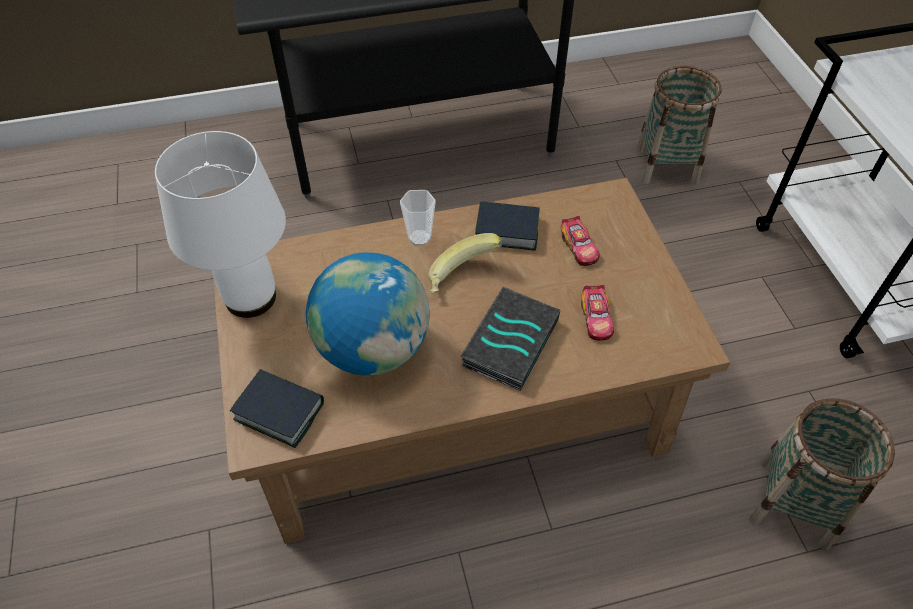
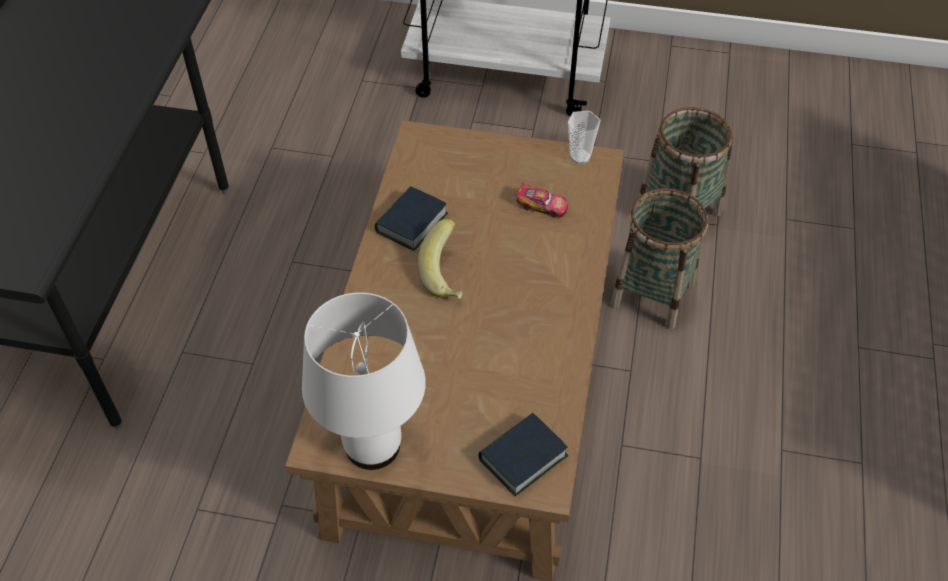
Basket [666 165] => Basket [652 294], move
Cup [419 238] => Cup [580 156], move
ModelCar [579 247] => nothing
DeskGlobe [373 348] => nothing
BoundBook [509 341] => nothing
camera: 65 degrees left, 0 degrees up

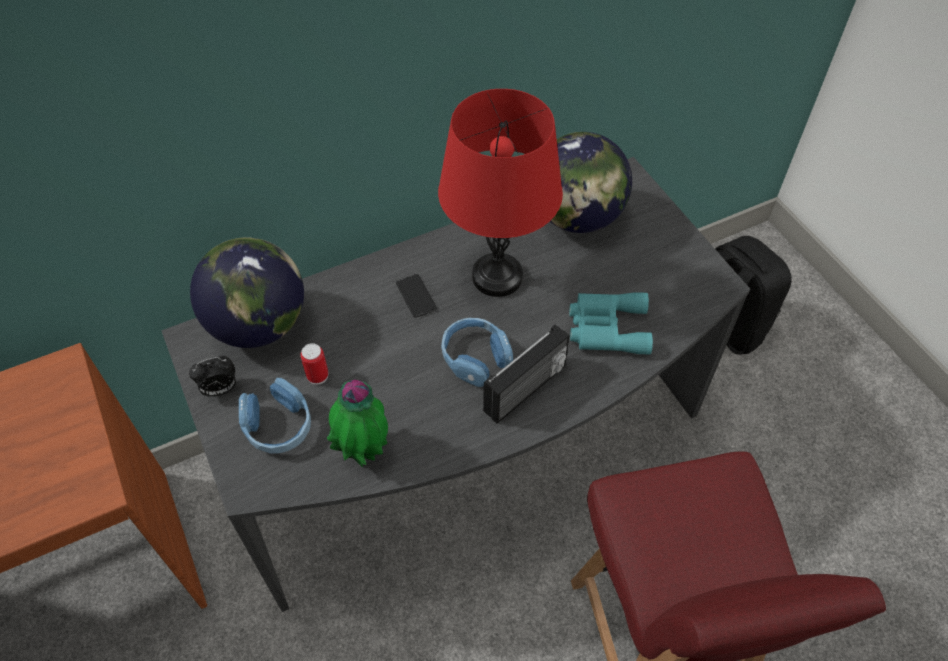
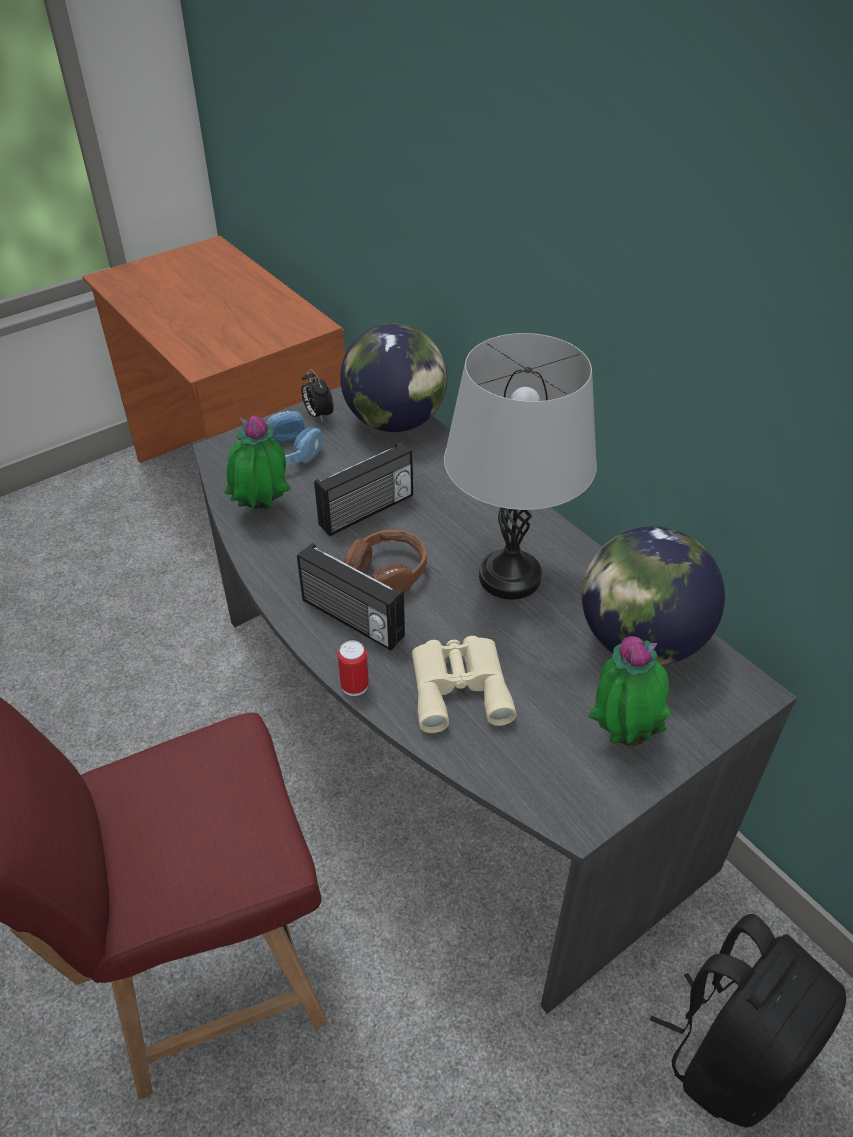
RedLampForATable [497 277] => GreyLampForATable [509 577]
Phone [416 296] => nothing
TurquoisePairOfBinoculars [606 327] => BeigePairOfBinoculars [459 686]
BlueColouredPairOfHeadphones [475 357] => BrownishPairOfHeadphones [387 573]
Can [317 375] => Can [354 685], move
nothing => RadioReceiver [368 511]
nothing => PottedPlant [622 734]
camera: 80 degrees right, 10 degrees down

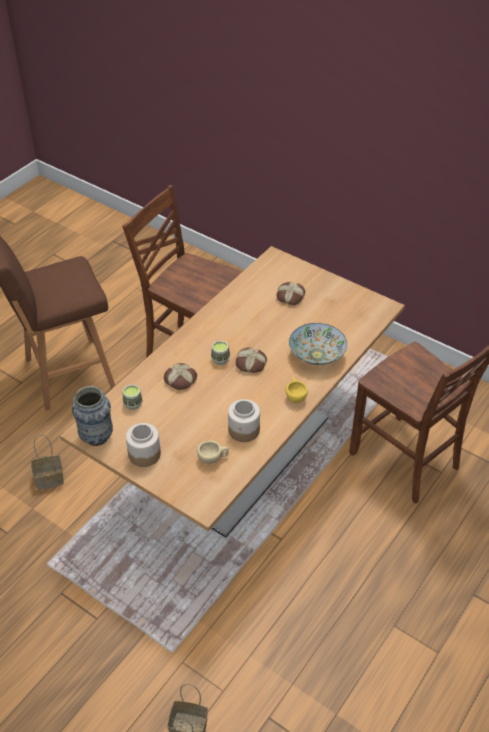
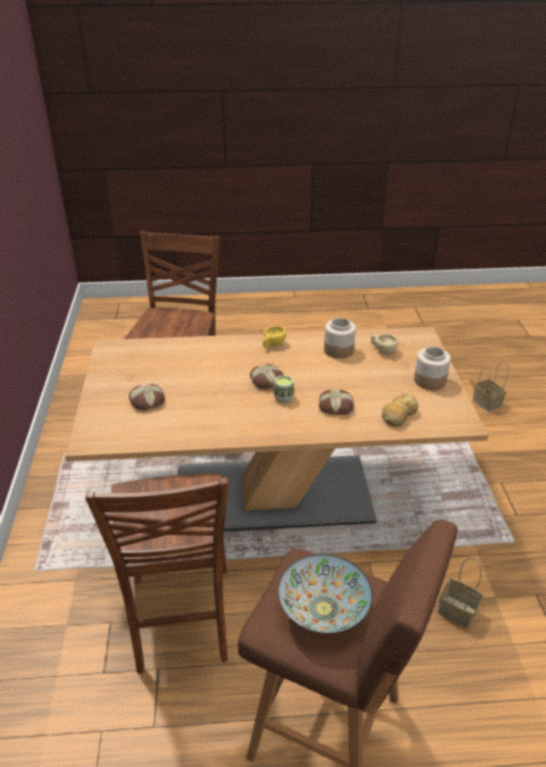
ServingBowl [317 355] => ServingBowl [324 608], move
Cup [133 404] => BakedBread [398 415]
FlowerVase [96 437] => nothing
camera: 130 degrees left, 10 degrees down

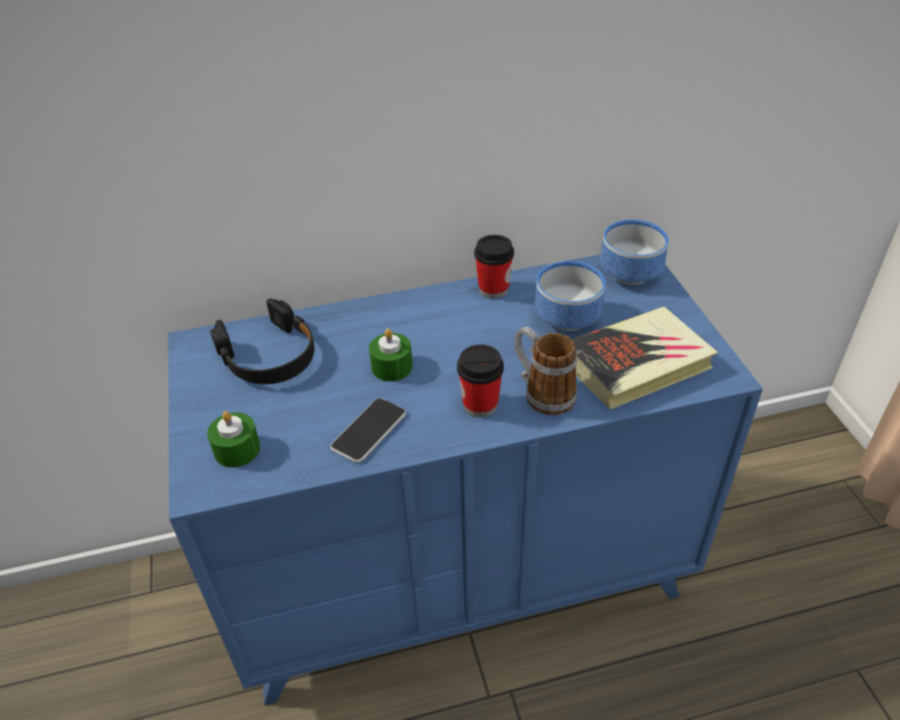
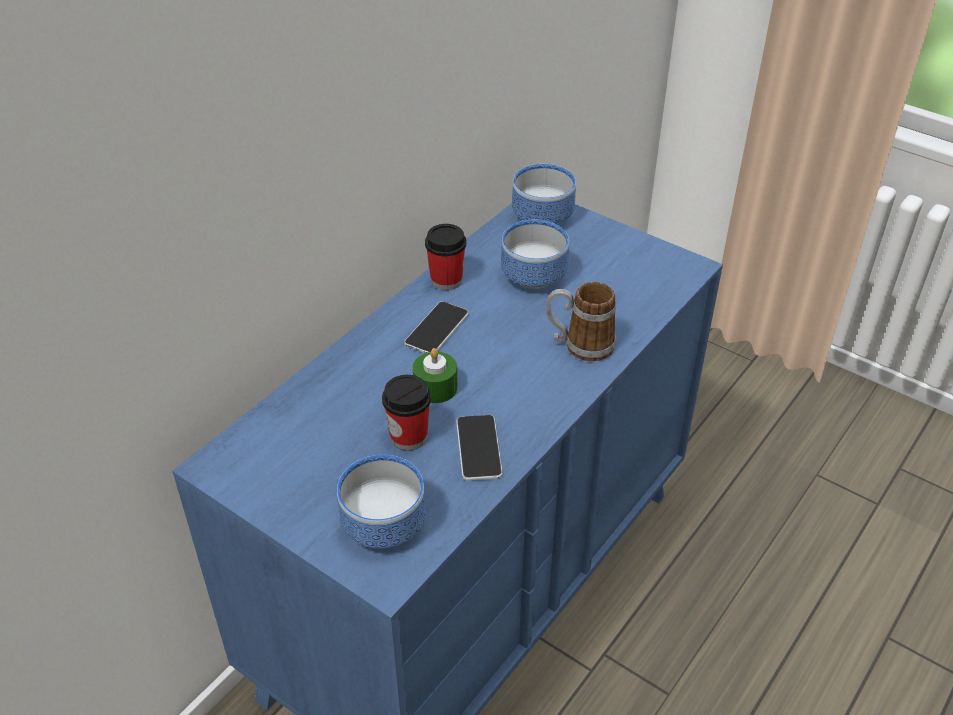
BlackColouredPairOfHeadphones [269 356] => nothing
BoundBook [637 363] => nothing
Cup [480 404] => Cup [408 437], move
GreenColouredWaxLight [237 449] => ServingBowl [381 528]
nothing => Phone [437 329]
camera: 40 degrees left, 0 degrees up

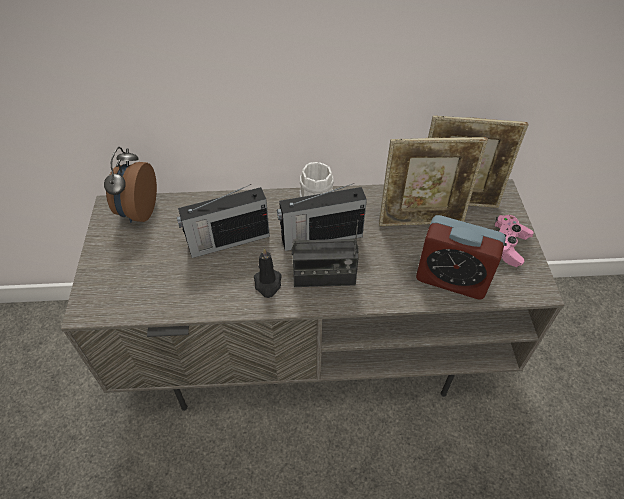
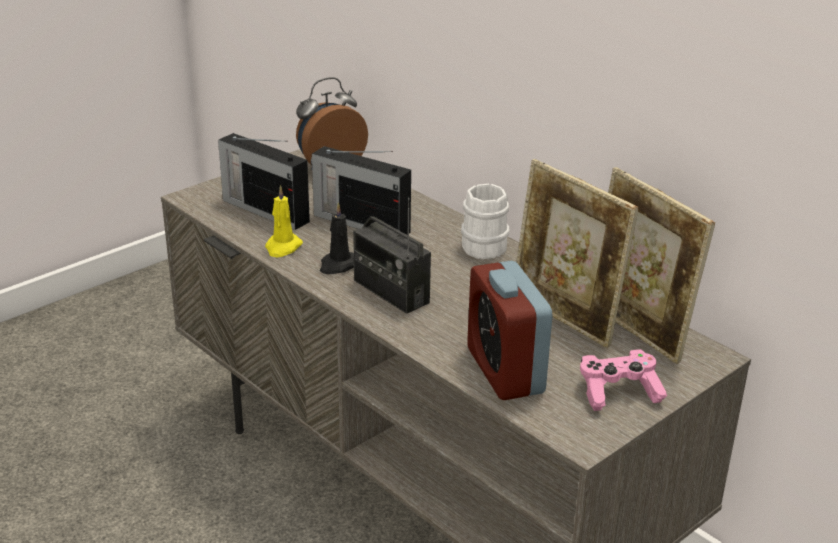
RadioReceiver [320 237] => RadioReceiver [264 210], move
nothing => YellowColouredWaxLight [282 247]
camera: 50 degrees right, 20 degrees down

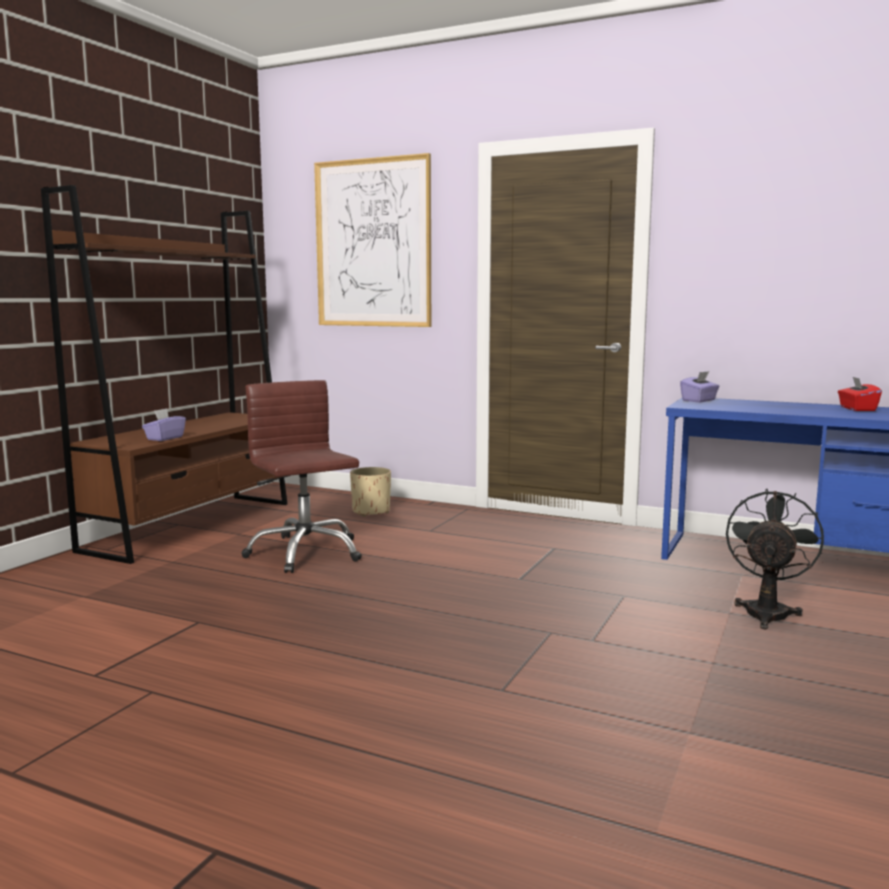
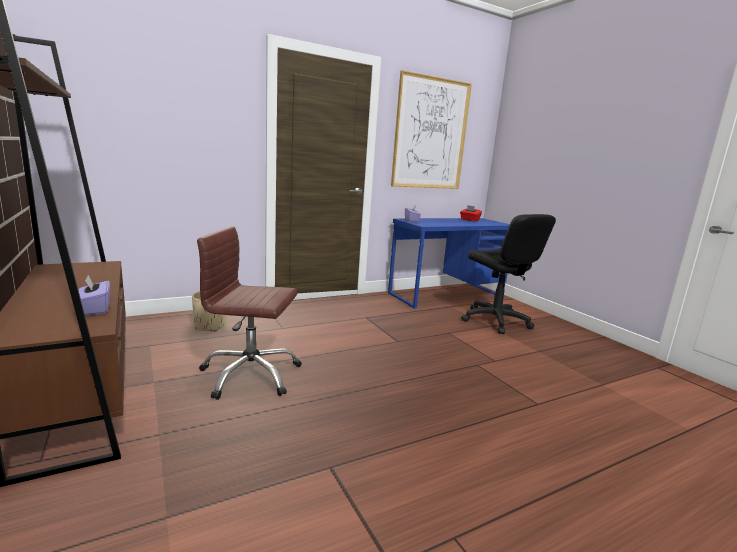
WallArt [373 243] => WallArt [430 134], move
BlackColouredElectricFan [767 611] => BlackColouredOfficeChair [495 321]
camera: 55 degrees left, 5 degrees up

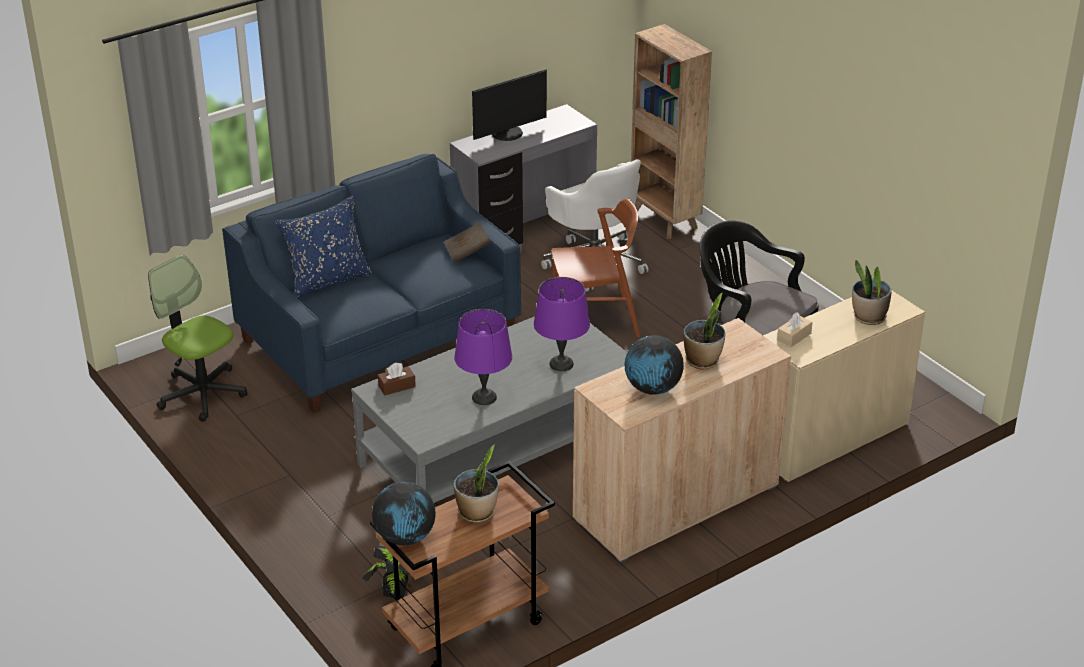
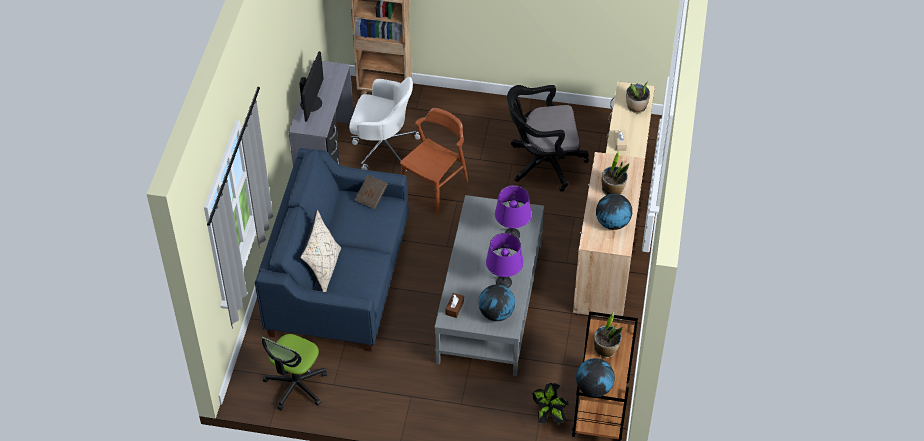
BlueColouredCushion [327 280] => BeigeCushion [323 269]
OfficeChair [202 393] => OfficeChair [296 386], 60 degrees counterclockwise
nothing => DeskGlobe [496 314]
camera: 45 degrees left, 15 degrees up

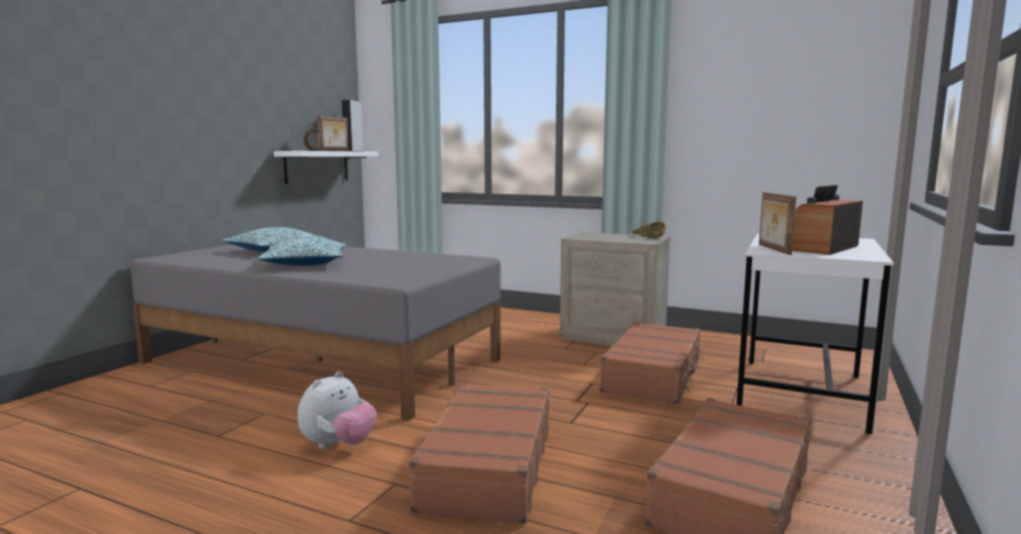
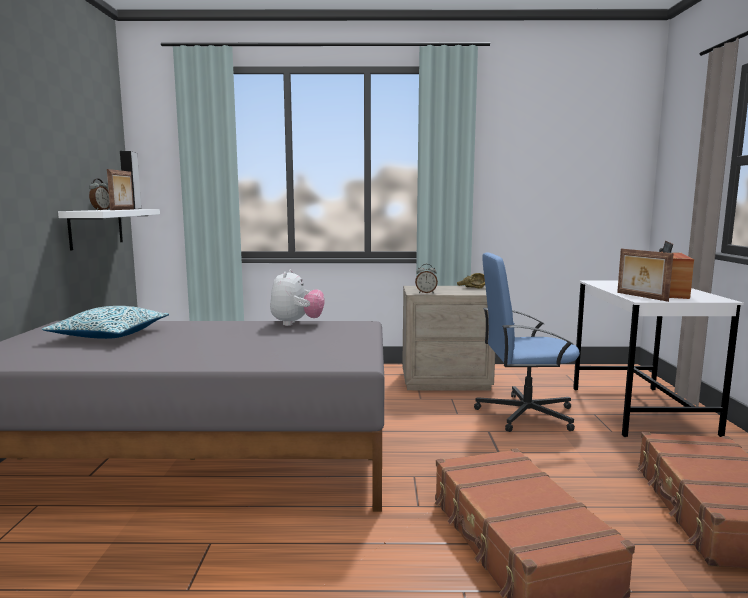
Cushion [305 264] => nothing
BrownishTravelCase [654 375] => BlueColouredOfficeChair [524 414]
CuddlyToy [338 445] => CuddlyToy [296 323], move
nothing => TableClock [426 292]
camera: 25 degrees left, 0 degrees up

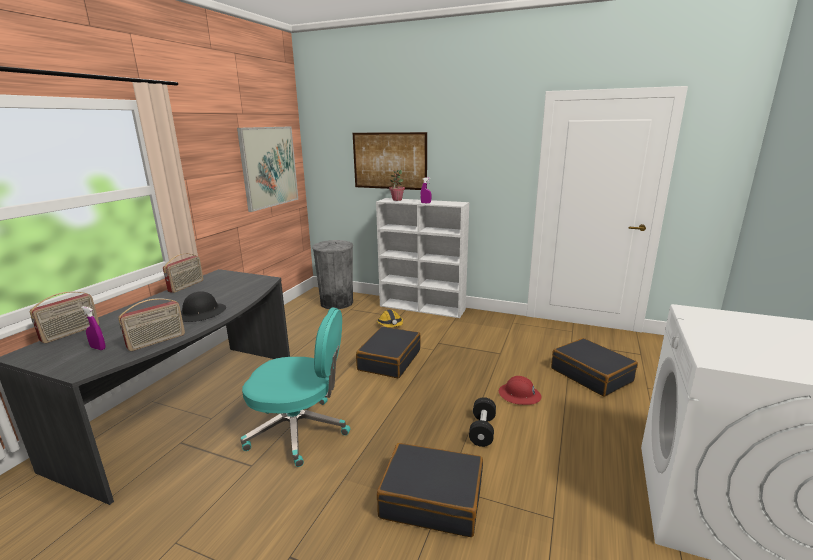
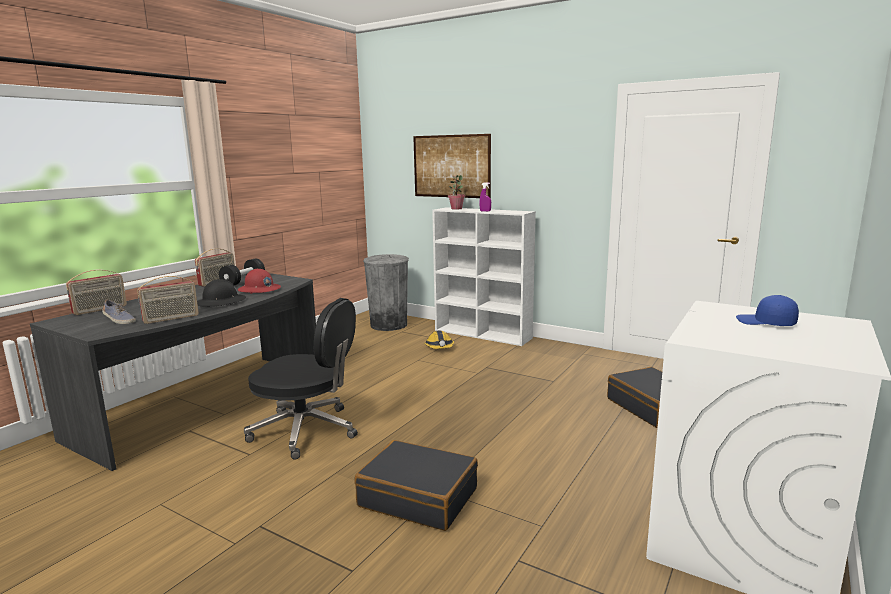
WallArt [269 167] => nothing
PurpleSprayer [98 348] => ItemOfFootwear [119 320]
TurquoiseOfficeChair [300 430] => BlackColouredOfficeChair [307 431]
BlackColouredTravelCase [389 360] => nothing
RedHardHat [519 395] => RedHardHat [259 290], move
BlackColouredDumbbell [482 430] => BlackColouredDumbbell [243 282], move
nothing => BlueColouredBaseballCap [765 323]
camera: 10 degrees right, 5 degrees down

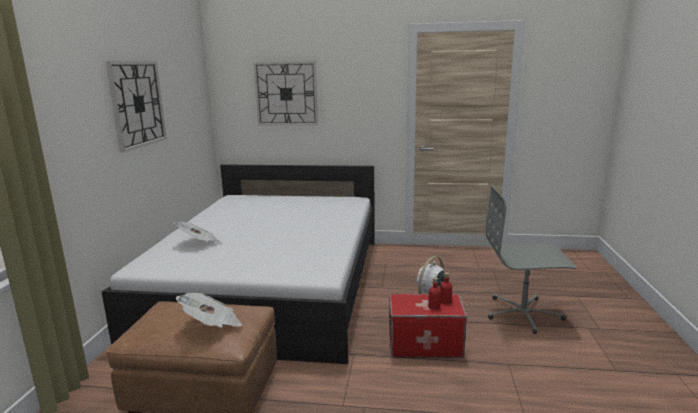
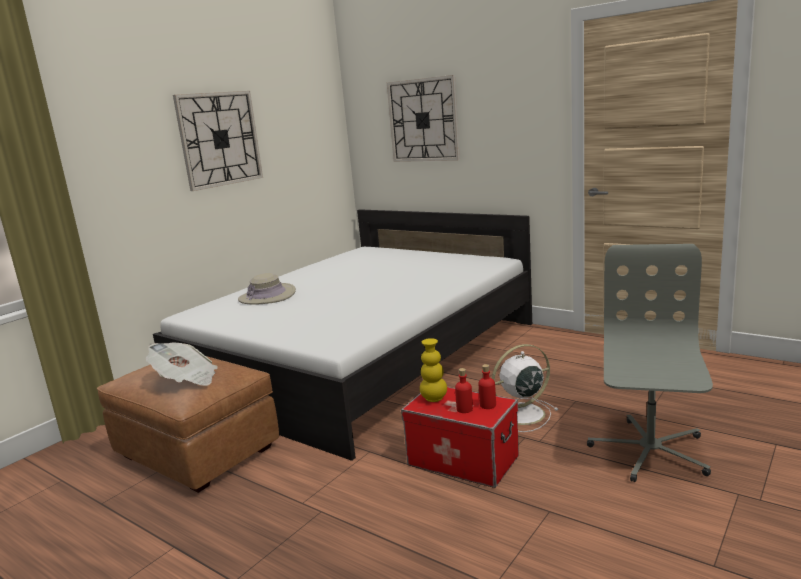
GreyOfficeChair [523 314] => GreyOfficeChair [649 451], 75 degrees clockwise
PrintedPaper [199 243] => BeigeWearableHat [267 296]
nothing => YellowColouredFlowerVase [434 399]
camera: 30 degrees right, 0 degrees up

